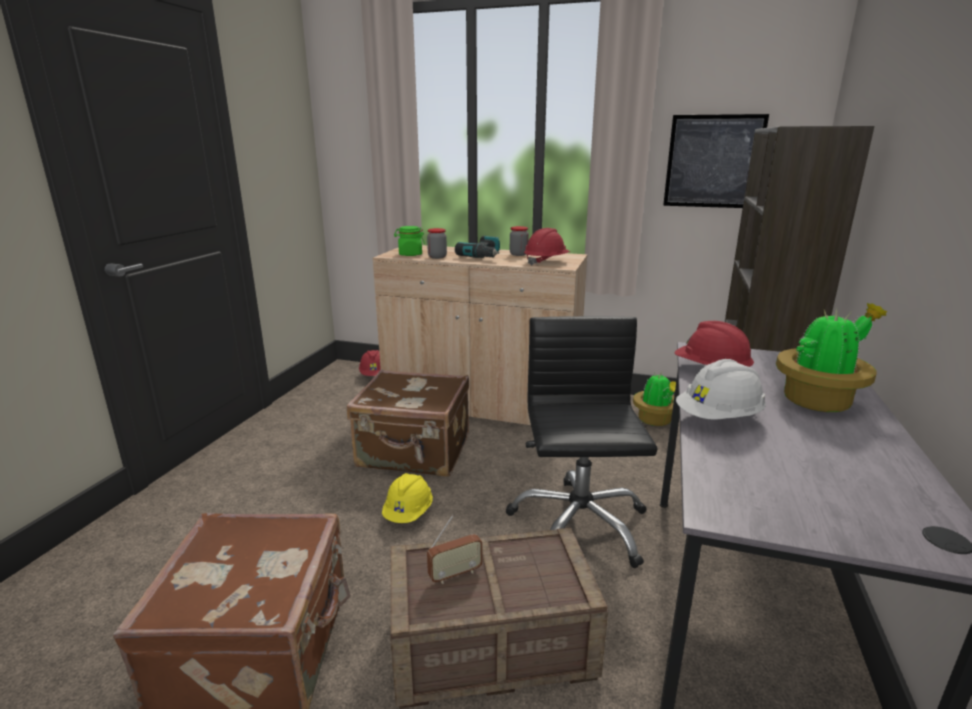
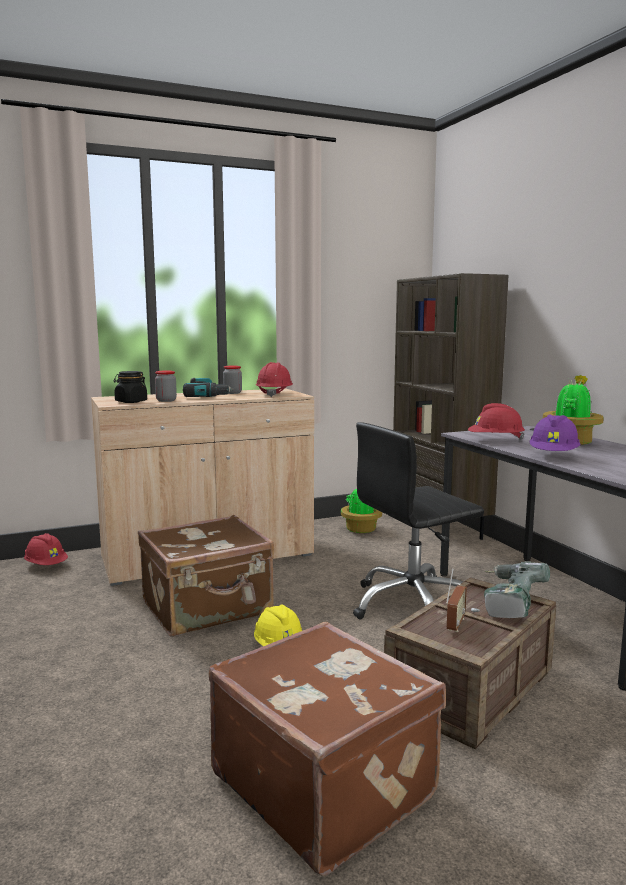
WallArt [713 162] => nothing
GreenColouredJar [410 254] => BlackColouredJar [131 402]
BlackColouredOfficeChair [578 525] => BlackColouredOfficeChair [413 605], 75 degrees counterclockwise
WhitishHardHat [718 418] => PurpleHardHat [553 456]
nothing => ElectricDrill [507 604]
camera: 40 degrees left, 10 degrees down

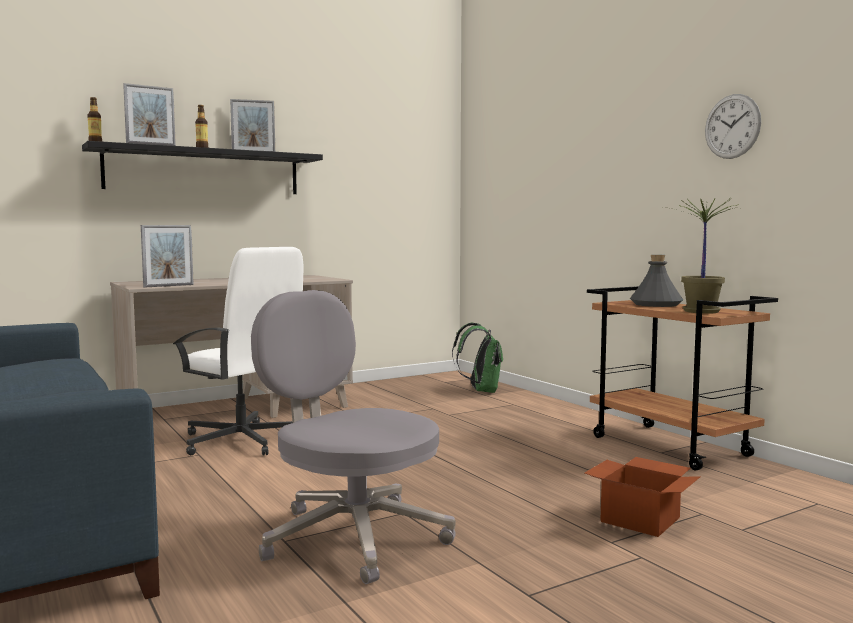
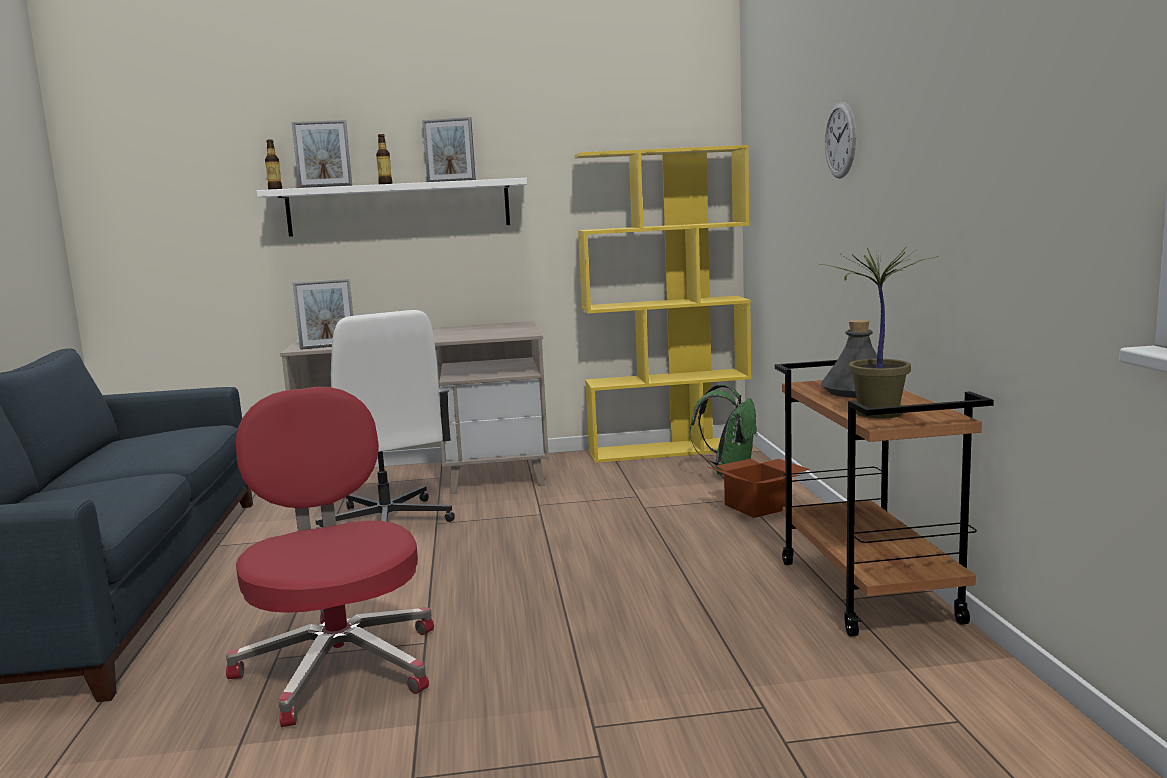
WallClock [732 126] => WallClock [840 140], move
BlackColouredWallShelf [204 171] => WhitishWallShelf [399 207]
GreyOfficeChair [351 537] => RedOfficeChair [339 665]
Carton [642 519] => Carton [760 506], move
nothing => YellowColouredBookshelf [670 450]
camera: 25 degrees right, 5 degrees up

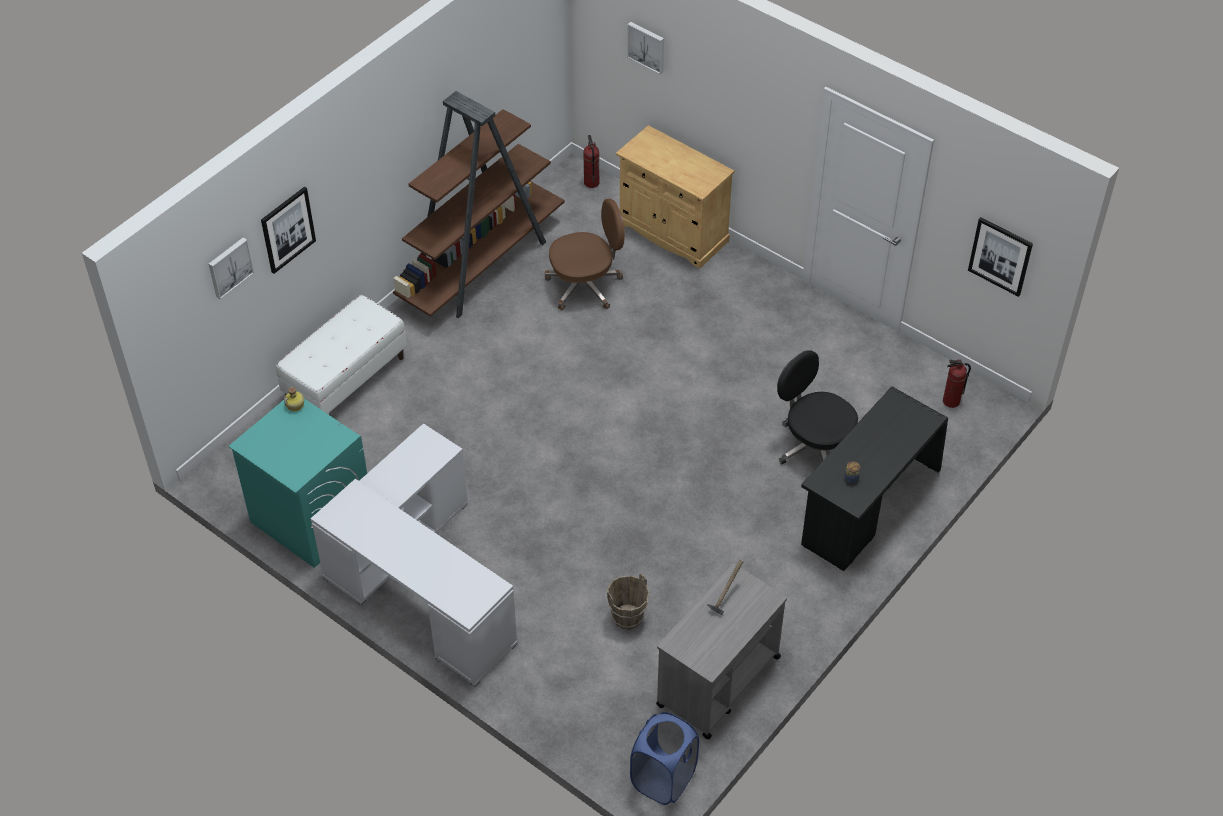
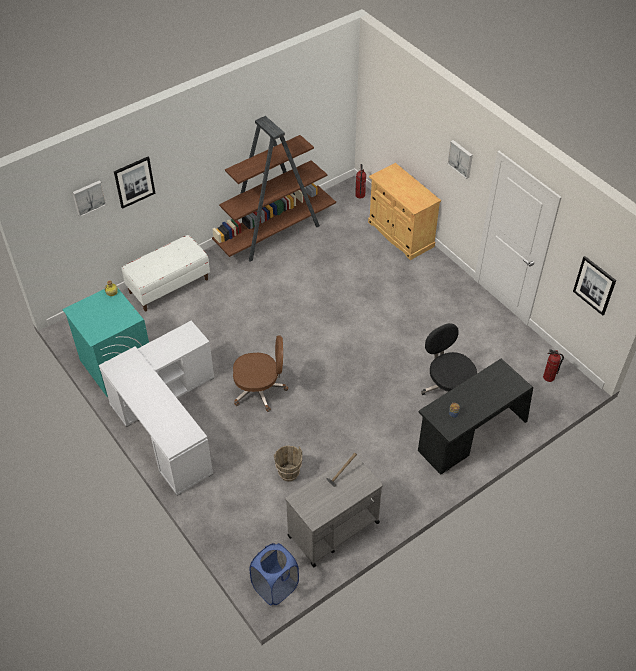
WallArt [647 46] => WallArt [461 158], move
BrownishOfficeChair [585 286] => BrownishOfficeChair [260 390], move
camera: 15 degrees right, 0 degrees up

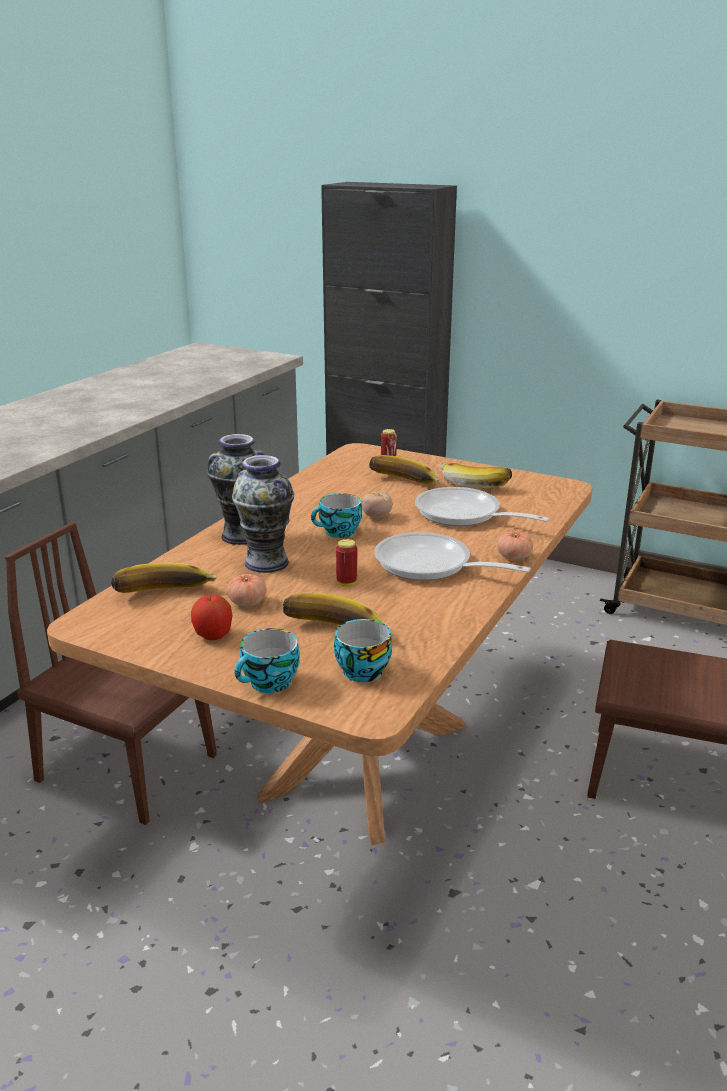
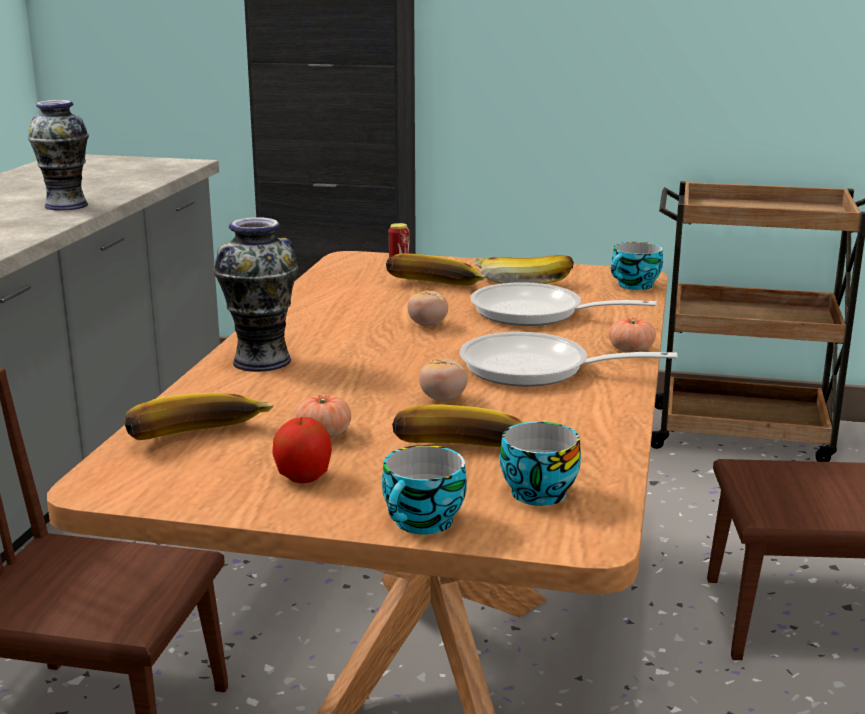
FlowerVase [267 562] => FlowerVase [66 205], move
Cup [338 533] => Cup [634 286], move
Can [347 583] => Tomato [443 399]
camera: 15 degrees left, 5 degrees down

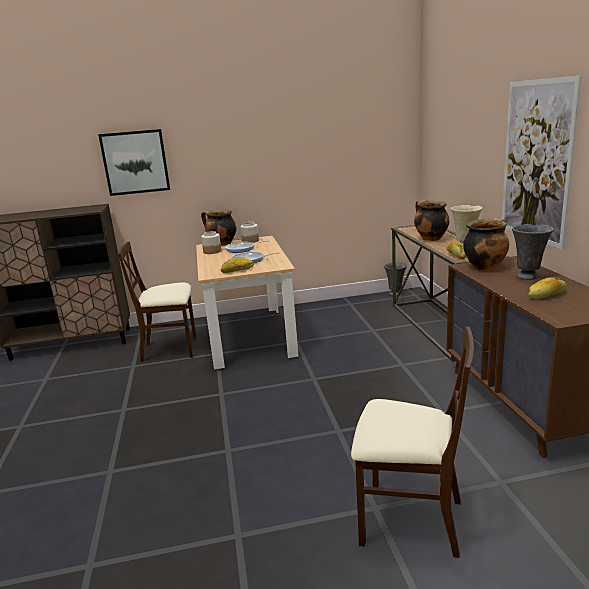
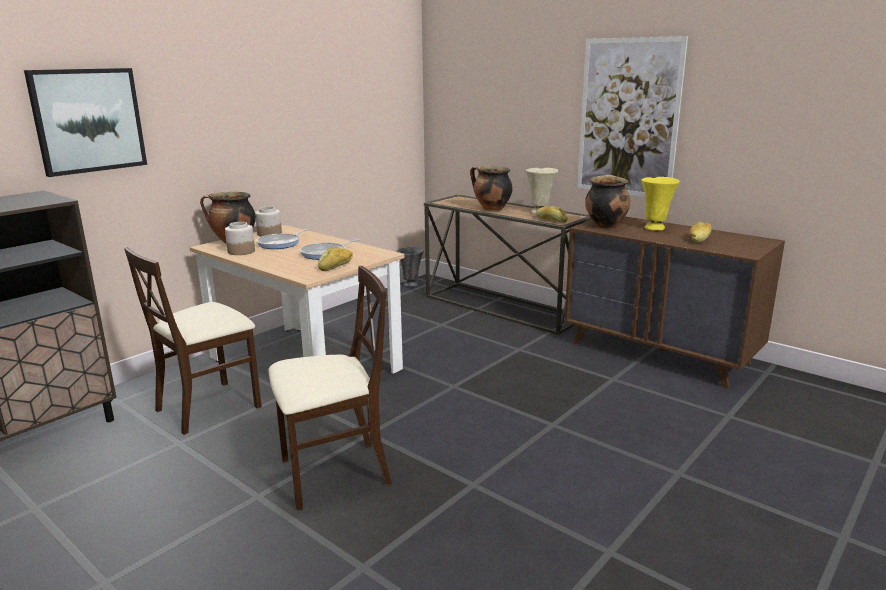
GreyFlowerVase [528 277] => YellowColouredFlowerVase [655 228]
BeigeUprightChair [409 519] => BeigeUprightChair [333 473], move
camera: 40 degrees left, 0 degrees up

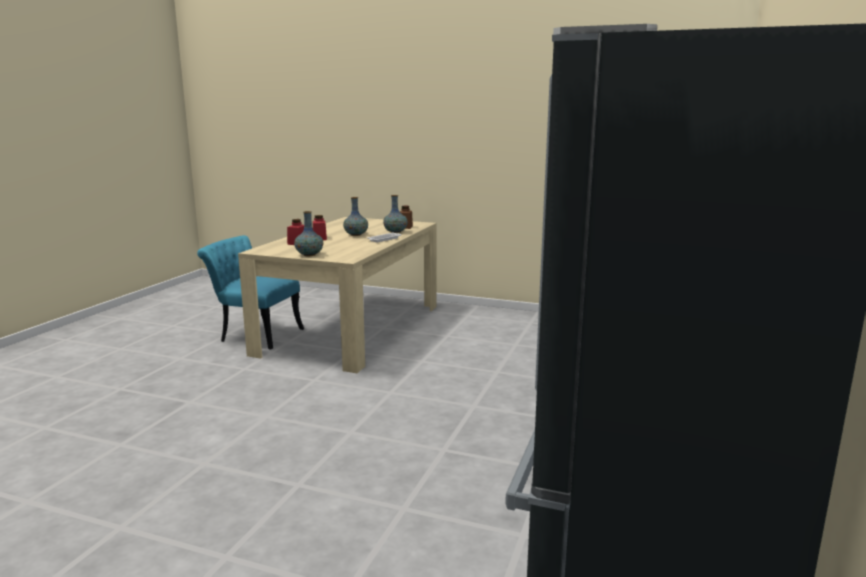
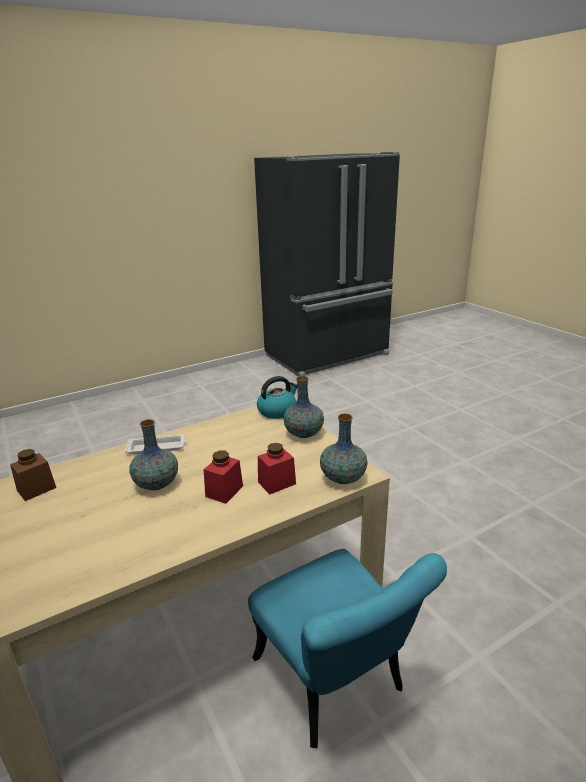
FlowerVase [395 232] => FlowerVase [343 478], move
nothing => WaterKettle [277 411]
camera: 140 degrees left, 10 degrees up

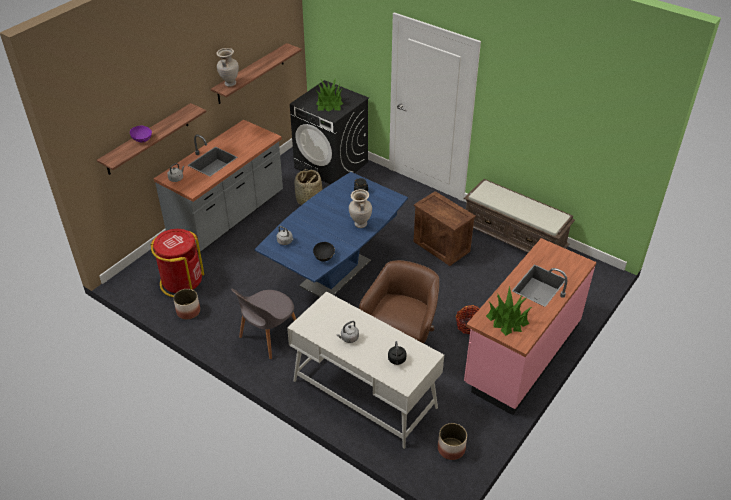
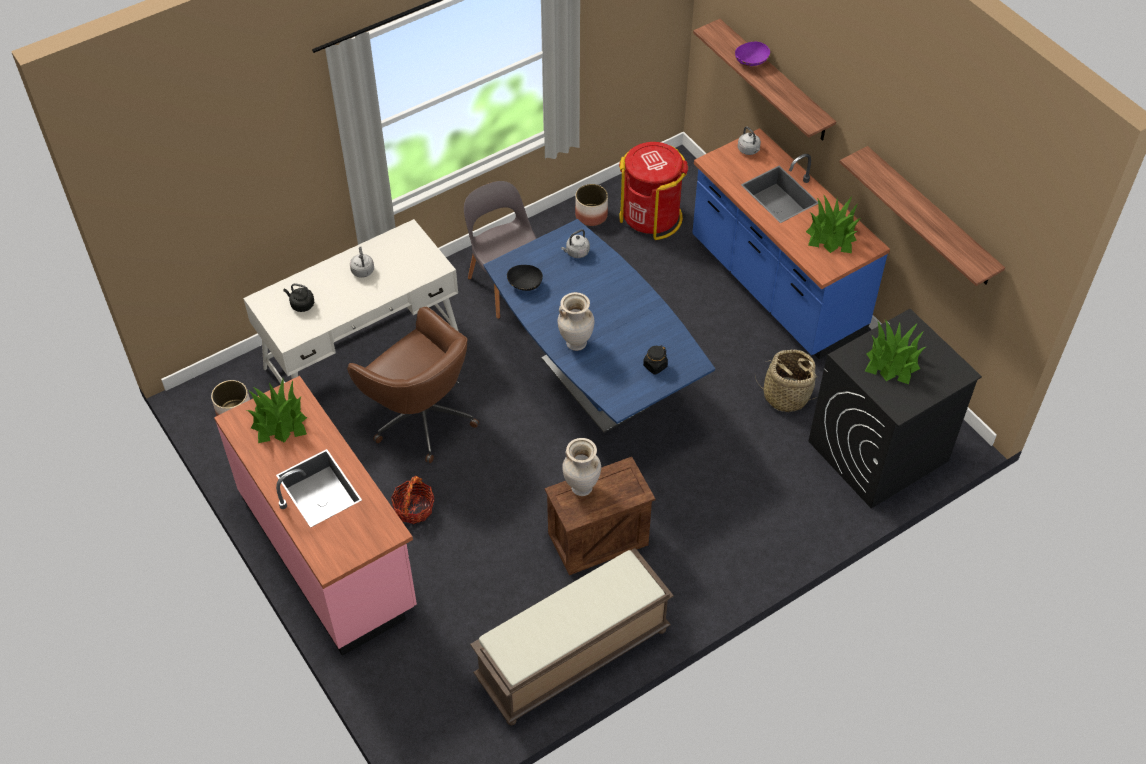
BeigeFlowerVase [229 84] => BeigeFlowerVase [581 487], move
GreyCounter [228 217] => BlueColouredCounter [775 287]
nothing => PottedPlant [831 235]
camera: 110 degrees right, 10 degrees up

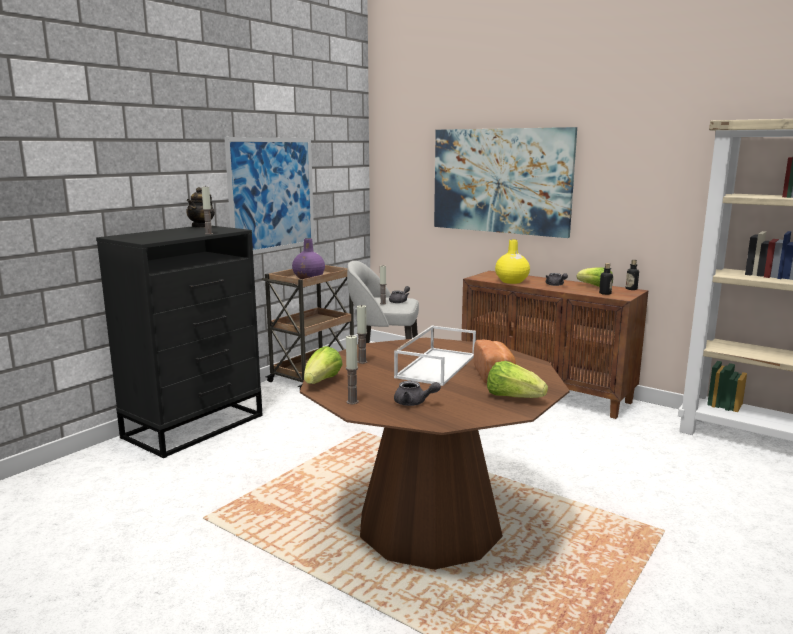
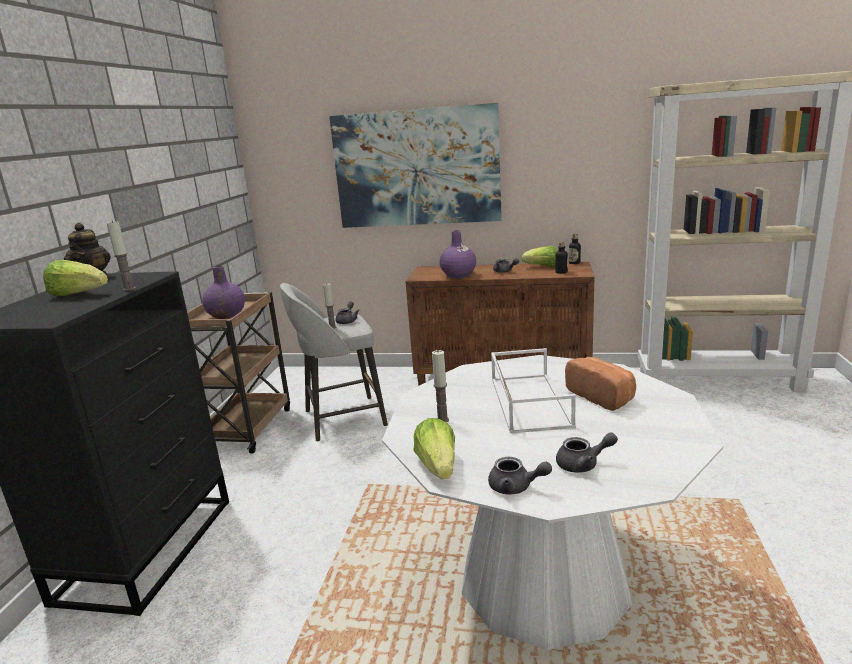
WallArt [272 195] => nothing
YellowColouredFlowerVase [511 281] => PurpleFlowerVase [458 275]
WaxLight [352 402] => GreyTeaPot [516 487]
BrownishDiningTable [430 525] => WhitishDiningTable [544 580]
Lettuce [513 397] => Lettuce [78 294], move
camera: 25 degrees left, 5 degrees up

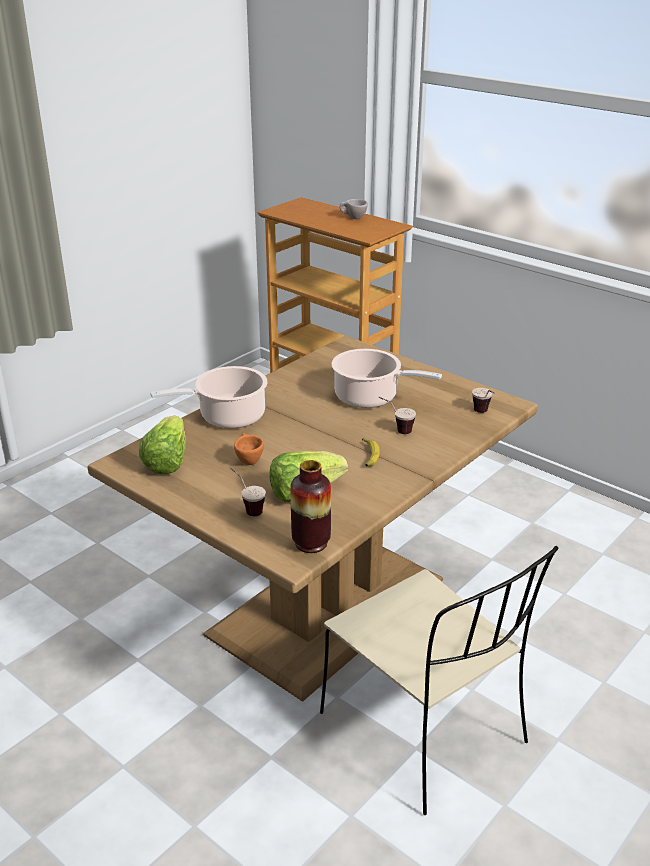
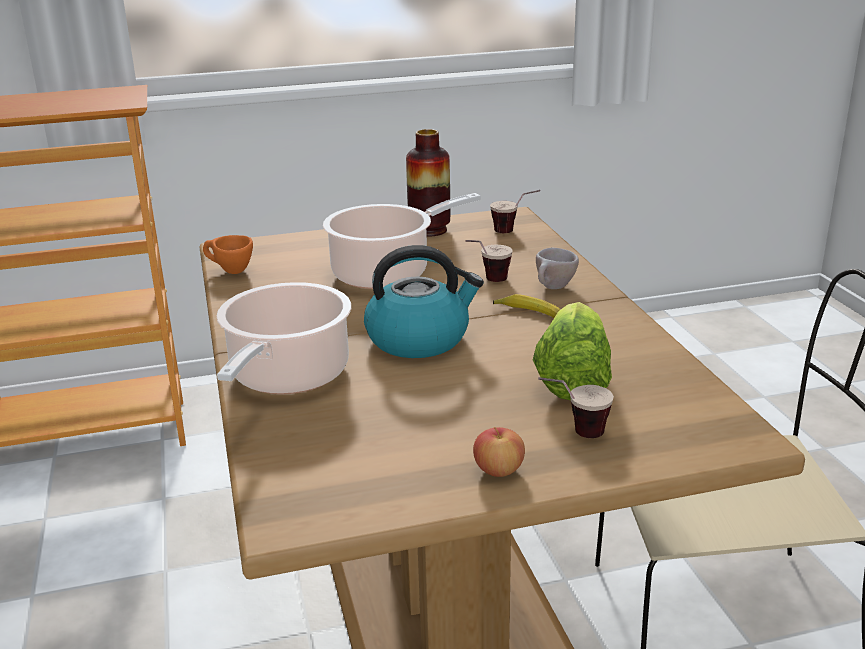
BeigeCup [353 218] => BeigeCup [553 289], move
Lettuce [167 461] => nothing
OrangeyCup [248 460] => OrangeyCup [229 271], move
FlowerVase [311 543] => FlowerVase [429 230], move
nothing => WaterKettle [419 339]
nothing => AppleFruit [498 470]
camera: 55 degrees left, 5 degrees down

